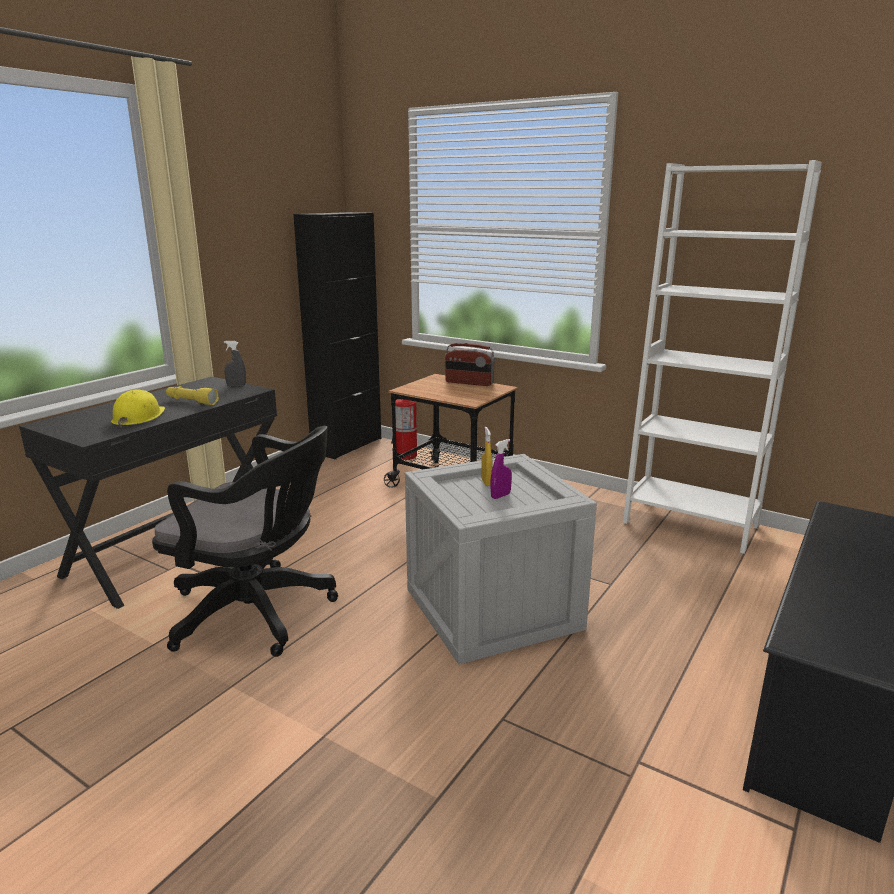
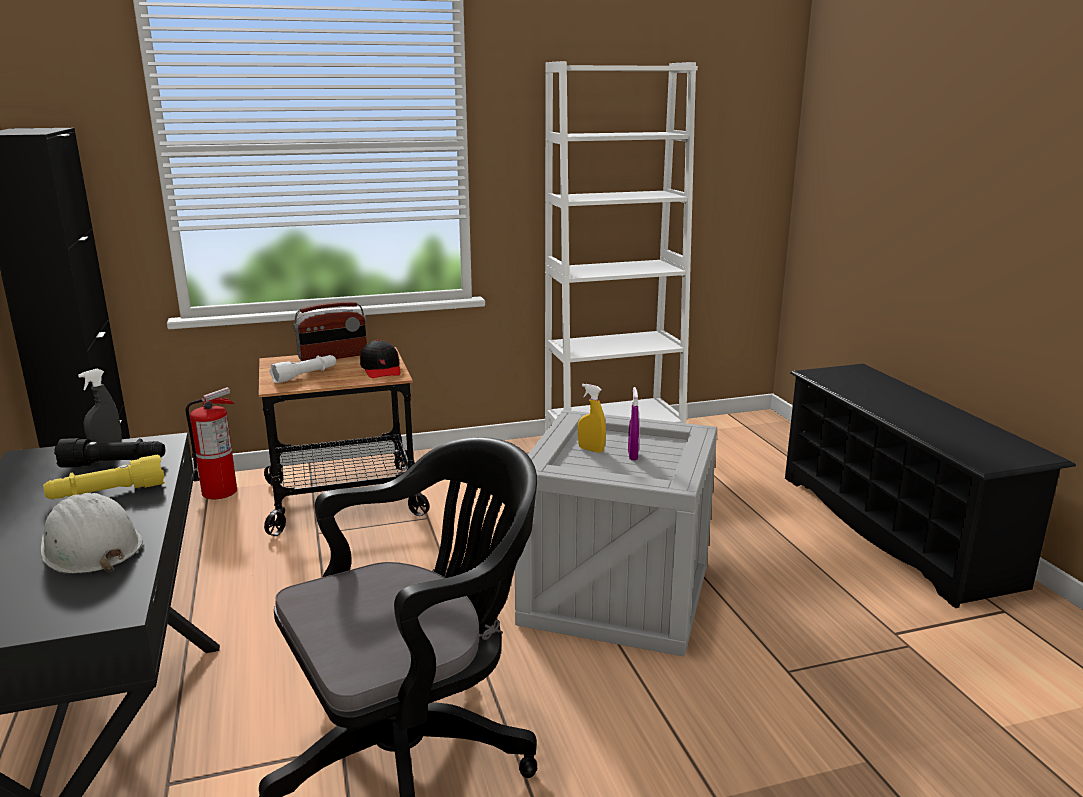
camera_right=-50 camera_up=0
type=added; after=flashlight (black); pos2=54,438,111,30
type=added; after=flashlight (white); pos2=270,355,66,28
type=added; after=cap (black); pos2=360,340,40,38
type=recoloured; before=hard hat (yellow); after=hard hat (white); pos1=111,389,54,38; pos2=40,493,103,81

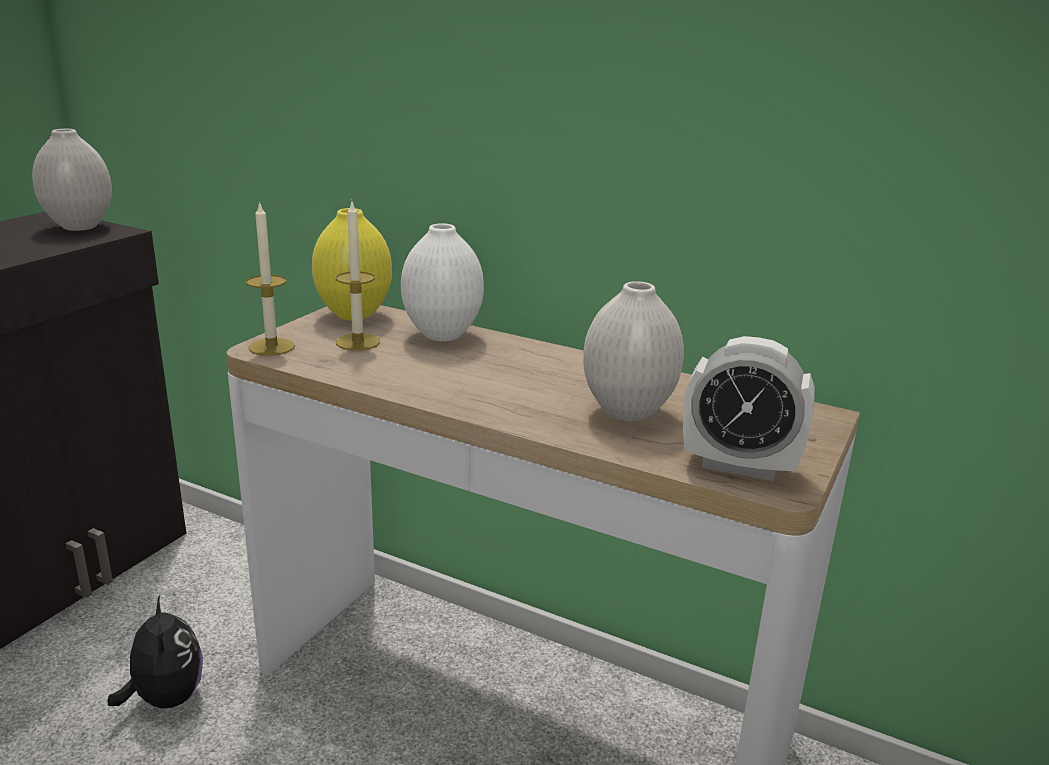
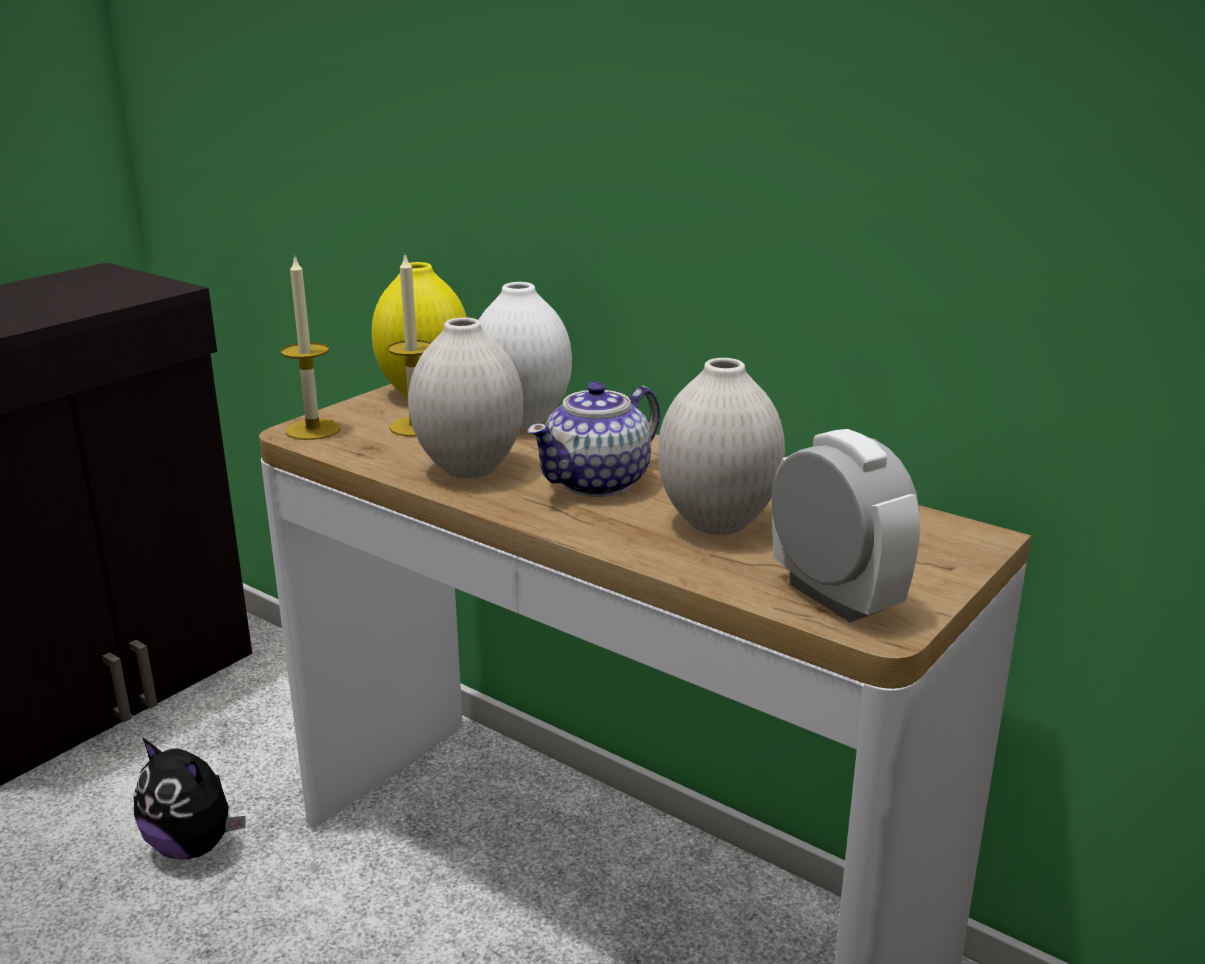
camera_right=10 camera_up=0
type=added; after=teapot; pos2=527,381,133,116
type=moved; before=vase (white); pos1=32,129,80,102; pos2=409,317,114,161
type=turned; before=plush toy; pos1=108,595,95,114; pos2=134,738,112,121; turn=135
type=turned; before=alarm clock; pos1=683,336,132,145; pos2=772,429,148,193; turn=-150

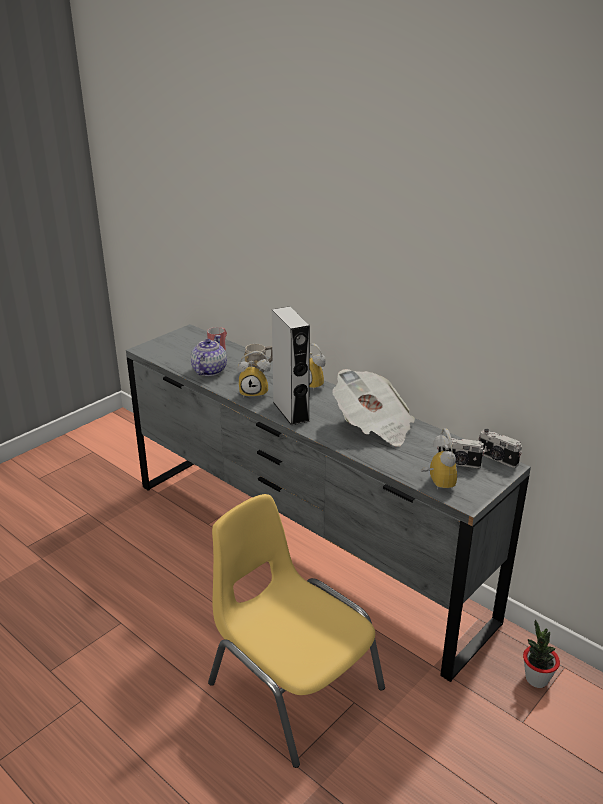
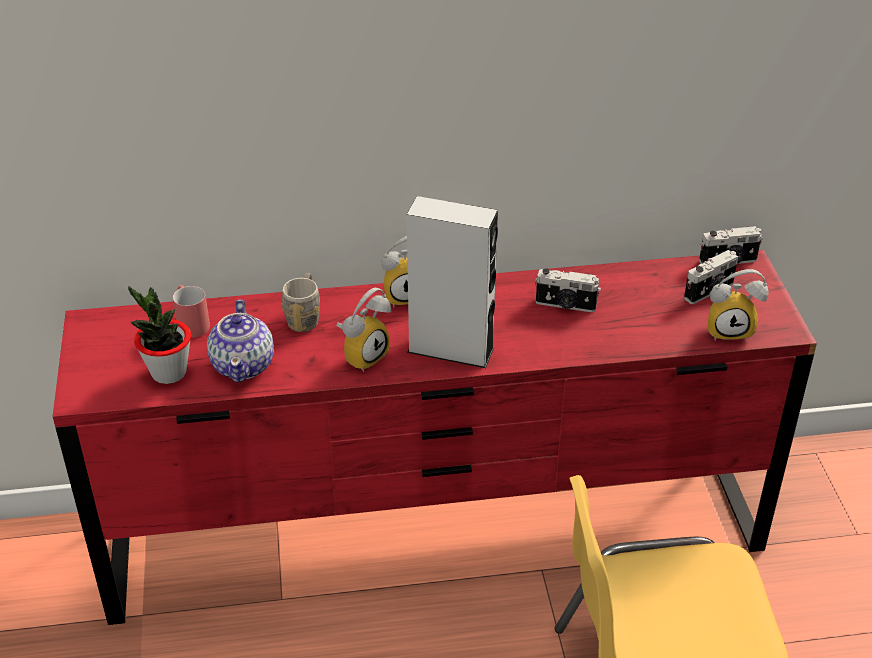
camera_right=-50 camera_up=10
type=moved; before=potted plant; pos1=523,620,37,68; pos2=128,286,63,98
type=replaced; before=newspaper; after=photo camera; pos1=332,369,83,77; pos2=535,268,66,44
type=recoloured; before=dresser (grey); after=dresser (red); pos1=126,324,405,358; pos2=53,250,764,375
type=turned; before=teapot; pos1=191,335,36,41; pos2=207,299,67,84; turn=-150
type=turned; before=alarm clock; pos1=421,428,36,61; pos2=708,269,61,72; turn=150

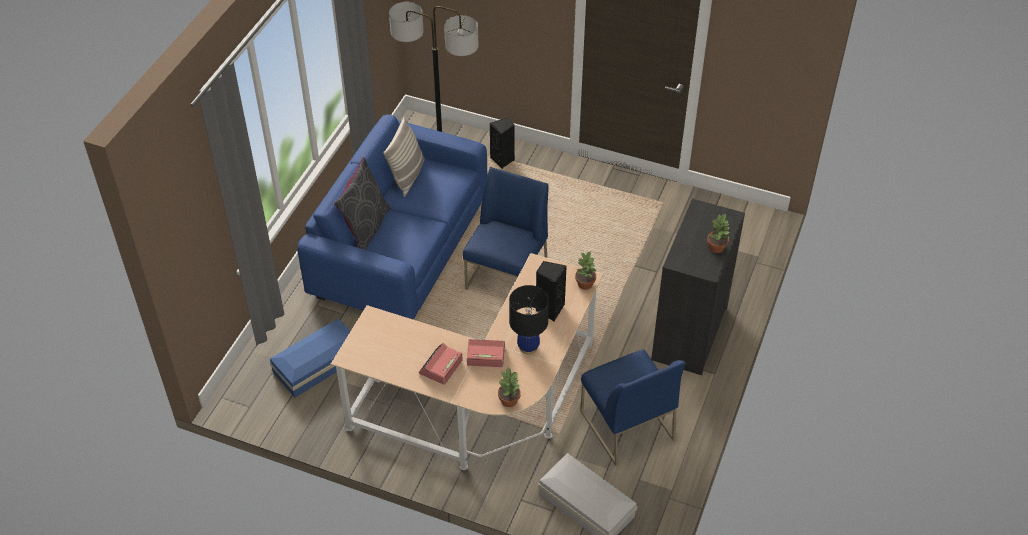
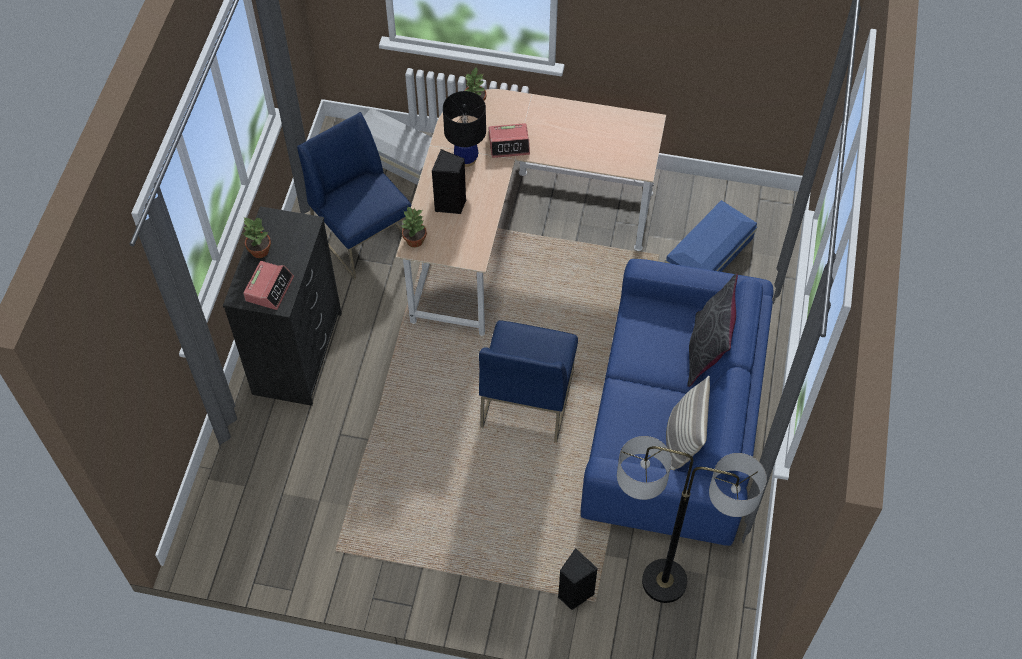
camera_right=170 camera_up=10
type=moved; before=alarm clock; pos1=419,343,44,42; pos2=243,261,51,49

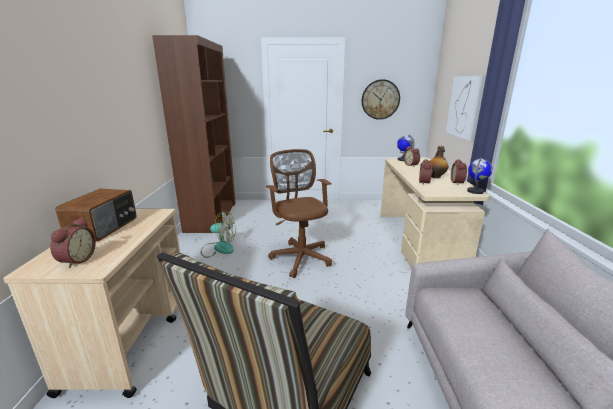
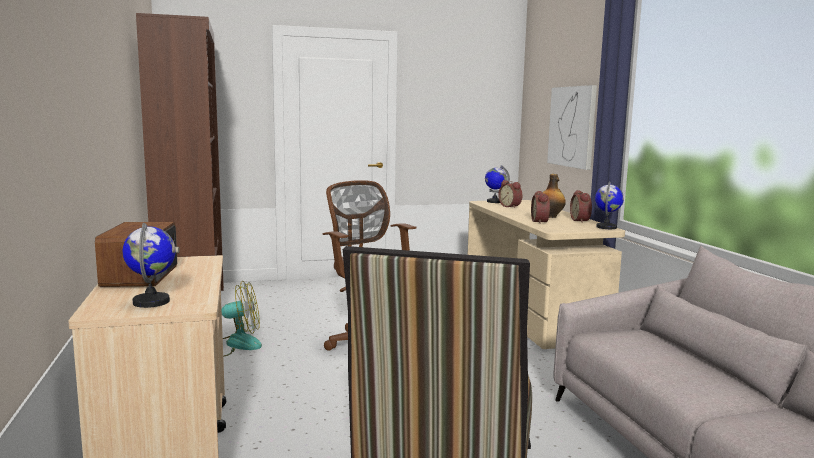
camera_right=-15 camera_up=-10
type=removed; before=wall clock; pos1=362,79,38,41
type=replaced; before=alarm clock; after=globe; pos1=50,218,46,50; pos2=122,223,54,85

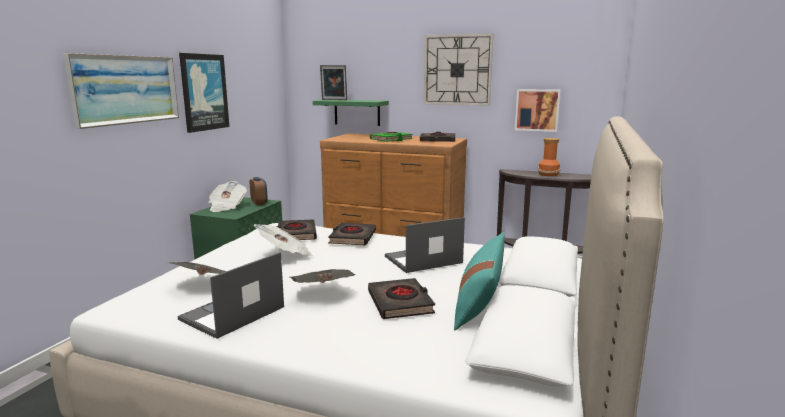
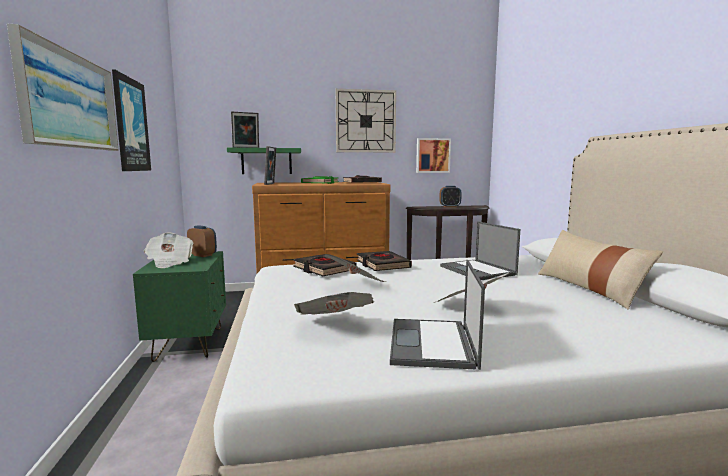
camera_right=-30 camera_up=-5
type=removed; before=book (black); pos1=368,278,67,41
type=added; after=picture frame; pos2=264,146,12,39
type=replaced; before=vase; after=alarm clock; pos1=538,138,22,38; pos2=439,186,23,21
type=recoloured; before=pillow (turquoise); after=pillow (beige); pos1=454,232,51,98; pos2=538,230,125,80
type=turned; before=laptop; pos1=385,217,80,56; pos2=440,221,80,59; turn=-60

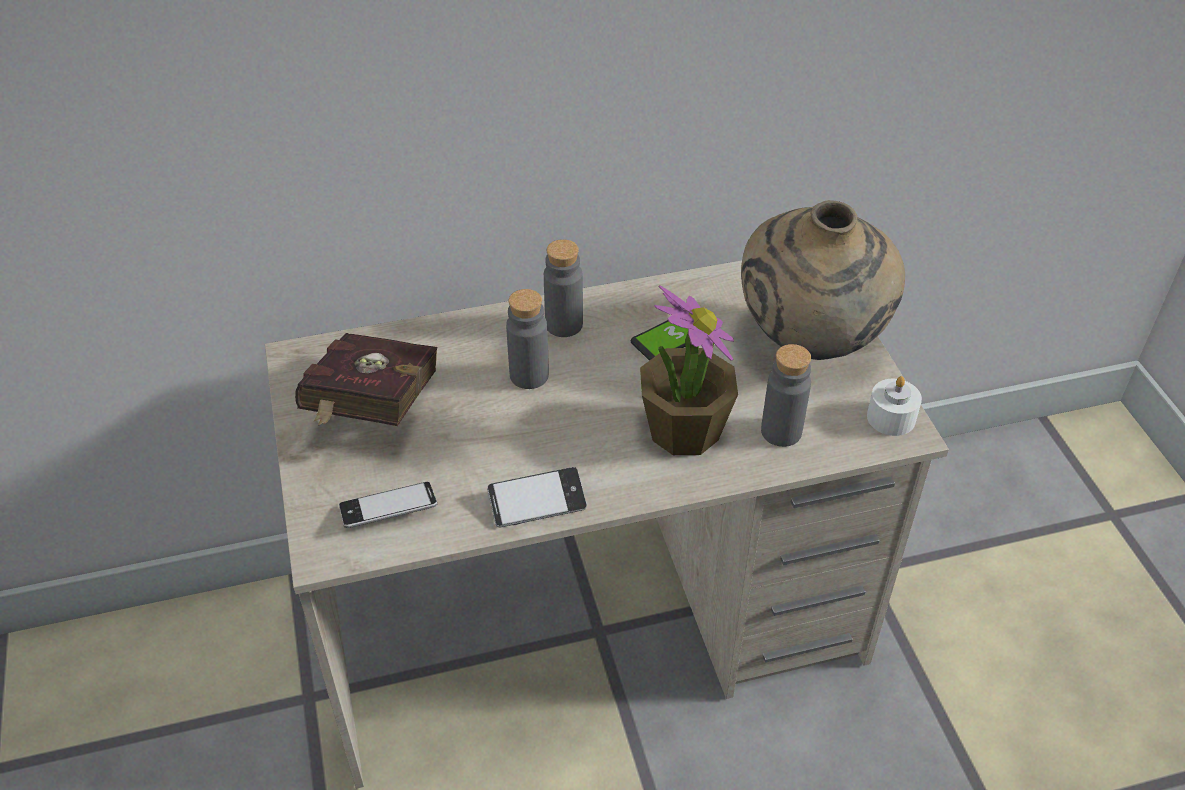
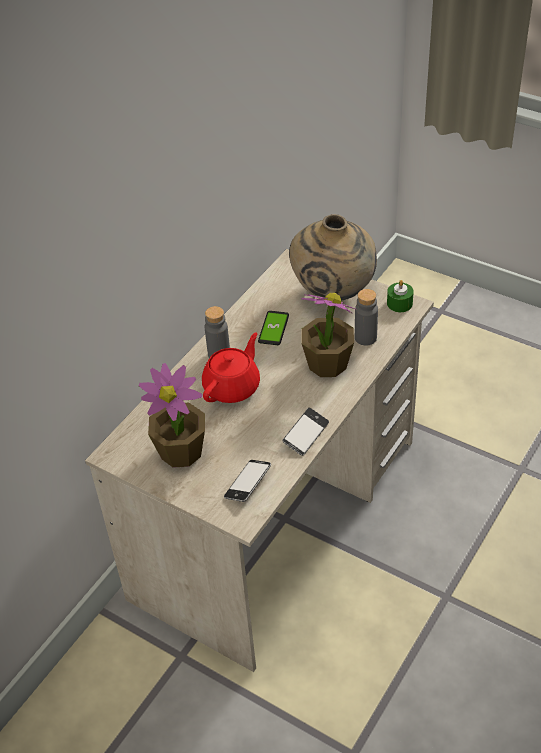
camera_right=-40 camera_up=0
type=replaced; before=book (red); after=potted plant; pos1=295,333,142,93; pos2=139,363,66,105
type=replaced; before=bottle (grey); after=teapot (red); pos1=506,289,43,100; pos2=202,332,58,71
type=recoloured; before=candle (white); after=candle (green); pos1=867,376,55,60; pos2=387,280,27,32

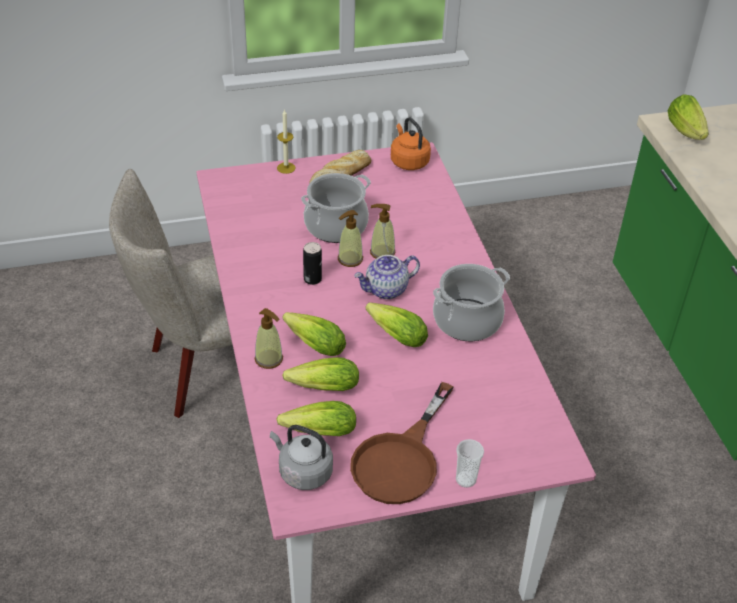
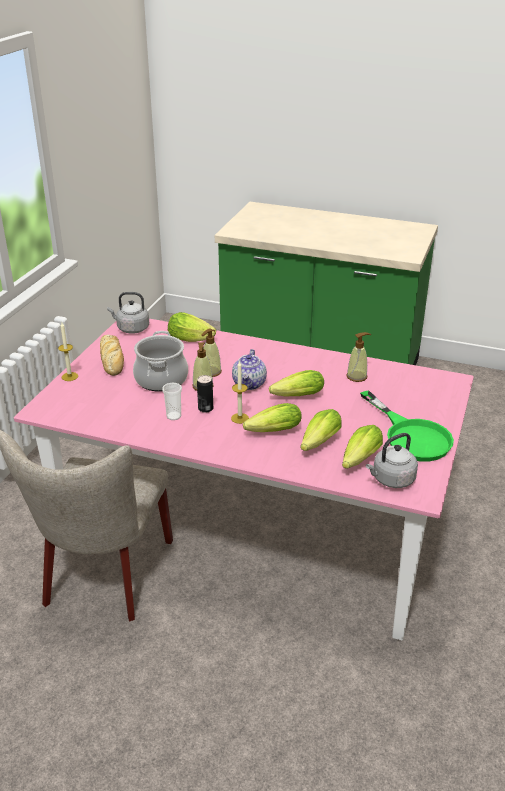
camera_right=-55 camera_up=-10
type=removed; before=cooking pot; pos1=433,264,77,77
type=added; after=candle; pos2=231,361,18,63
type=moved; before=soap dispenser; pos1=255,308,28,61; pos2=346,332,25,50
type=moved; before=cup; pos1=456,439,28,49; pos2=162,383,20,37
type=moved; before=lettuce; pos1=667,94,42,46; pos2=168,312,48,30
type=recoloured; before=frying pan (brown); after=frying pan (green); pos1=350,382,104,122; pos2=360,390,94,72
type=recoloured; before=kettle (orange); after=kettle (grey); pos1=391,117,40,53; pos2=107,292,42,42

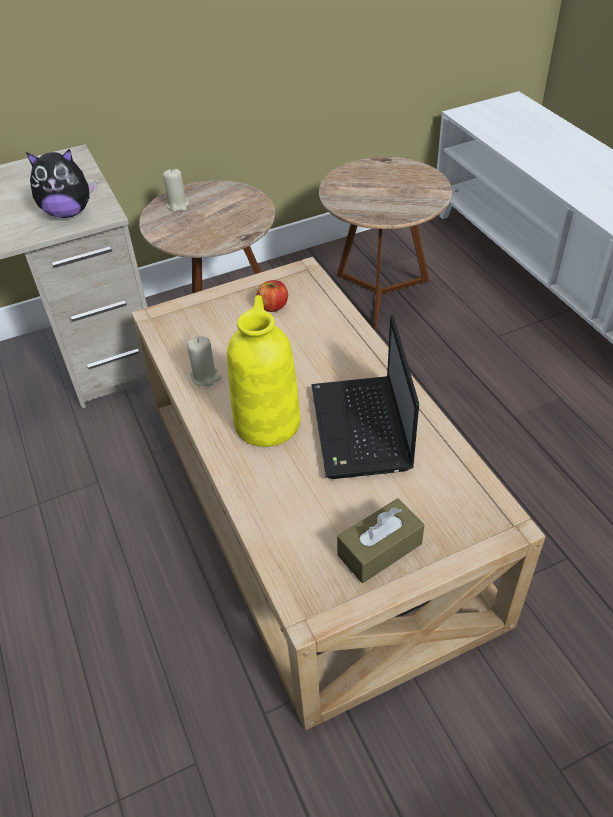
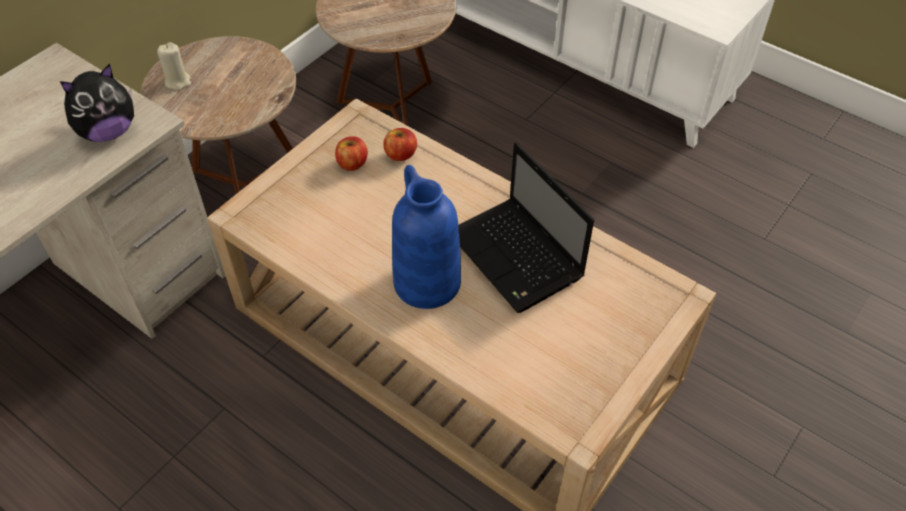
camera_right=-30 camera_up=5
type=removed; before=candle (beige); pos1=187,336,34,50
type=removed; before=tissue box (brown); pos1=337,498,87,85
type=added; after=apple; pos2=383,128,34,33
type=recoloured; before=vase (yellow); after=vase (blue); pos1=227,295,74,152; pos2=392,165,69,144

